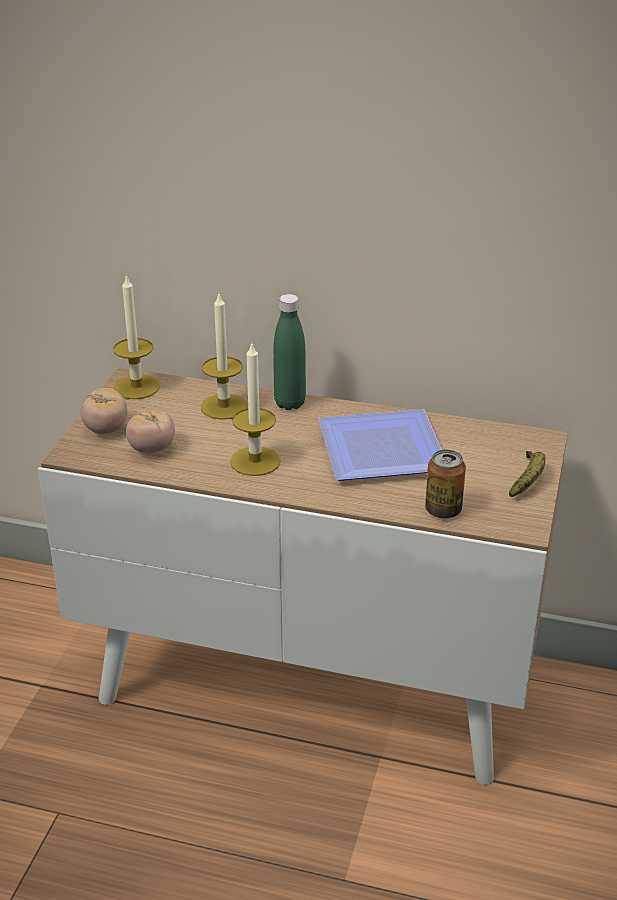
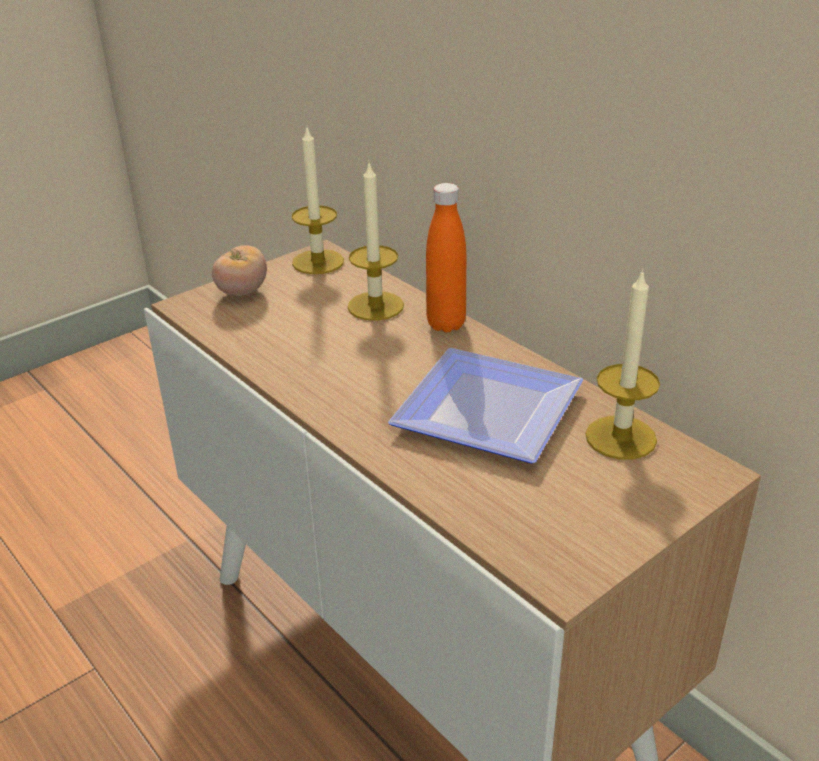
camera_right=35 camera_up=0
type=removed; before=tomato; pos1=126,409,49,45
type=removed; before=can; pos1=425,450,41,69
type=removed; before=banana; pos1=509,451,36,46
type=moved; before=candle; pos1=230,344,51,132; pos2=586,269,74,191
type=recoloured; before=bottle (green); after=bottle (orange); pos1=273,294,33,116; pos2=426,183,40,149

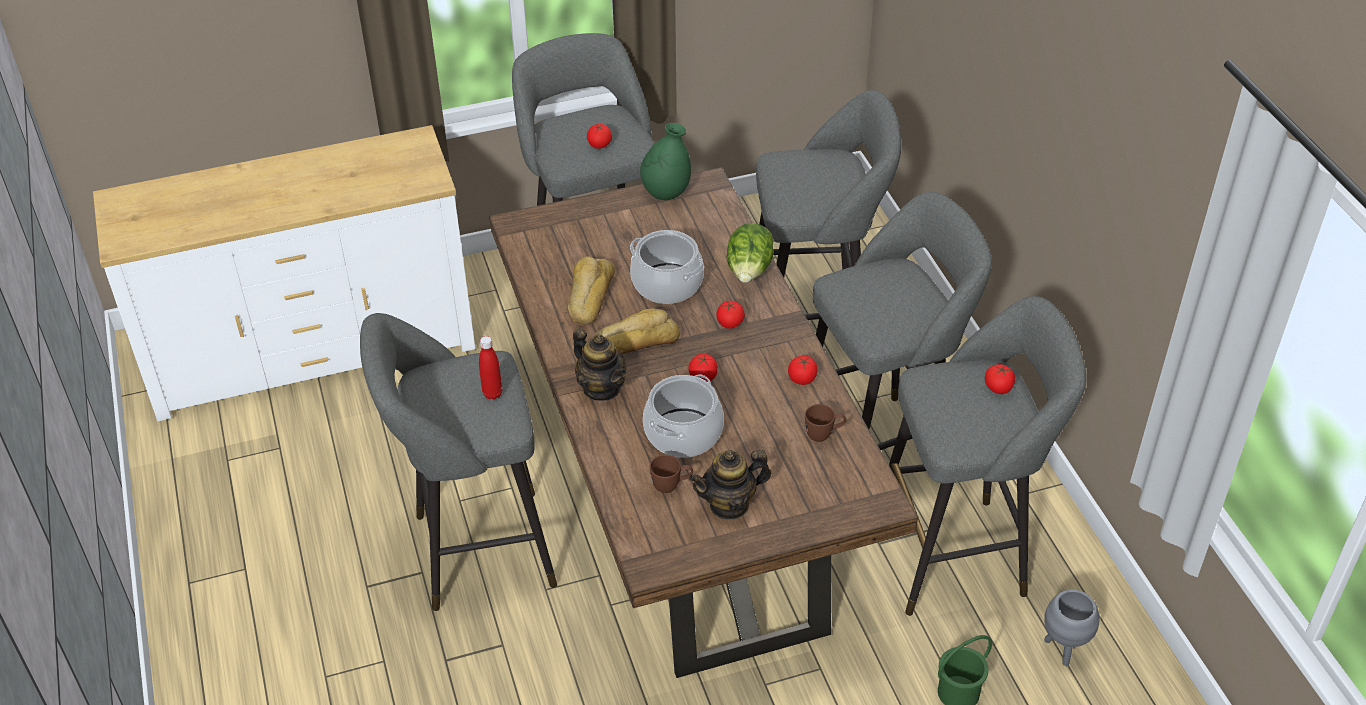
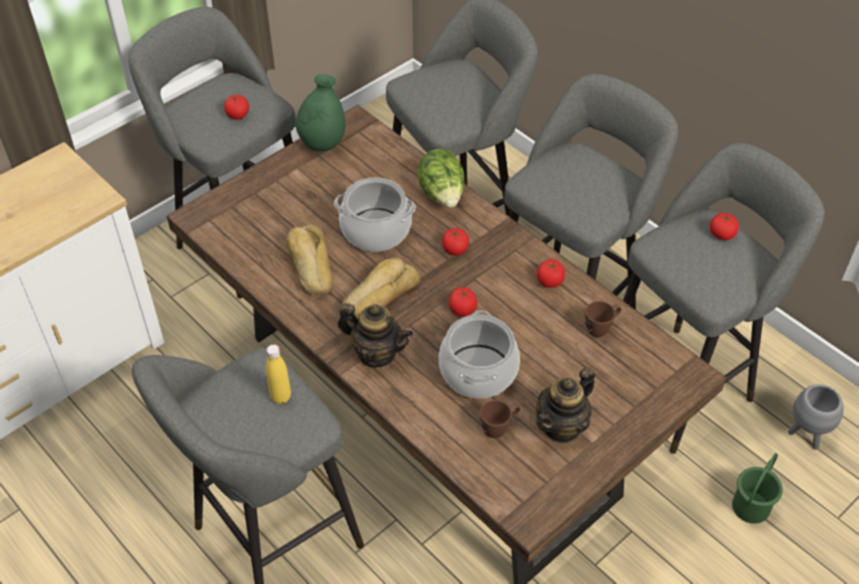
camera_right=-25 camera_up=5
type=recoloured; before=bottle (red); after=bottle (yellow); pos1=479,336,23,64; pos2=266,344,25,60

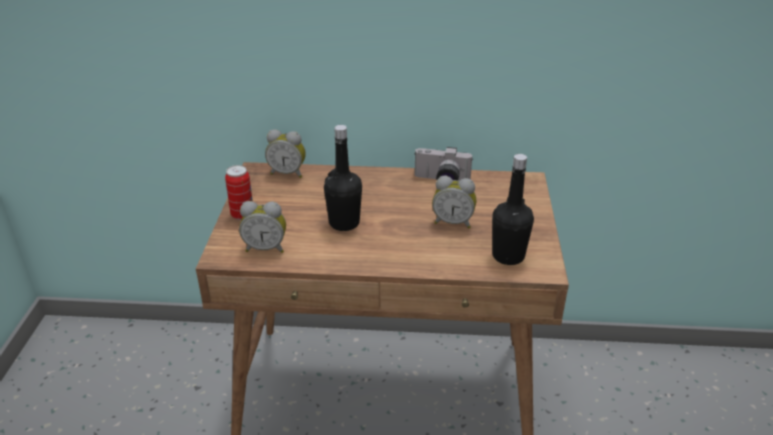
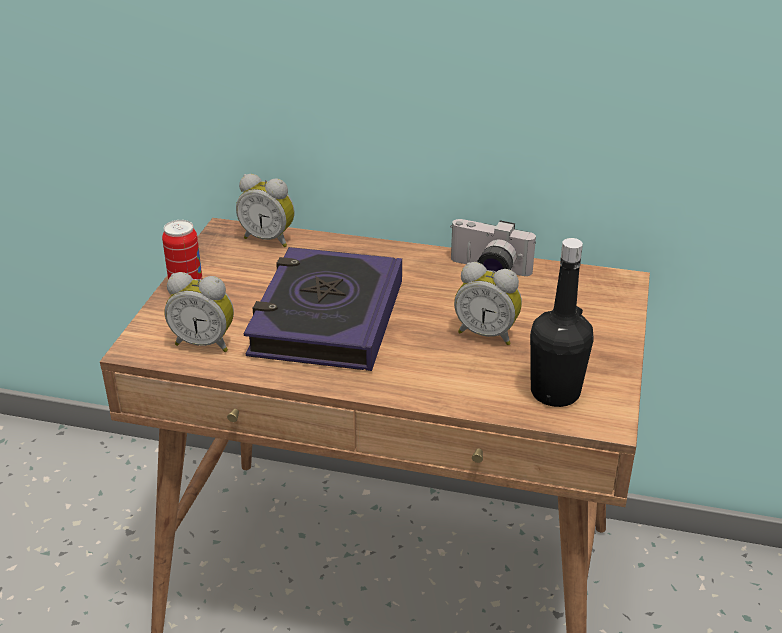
camera_right=10 camera_up=0
type=replaced; before=bottle (black); after=book; pos1=324,125,38,106; pos2=244,247,158,124

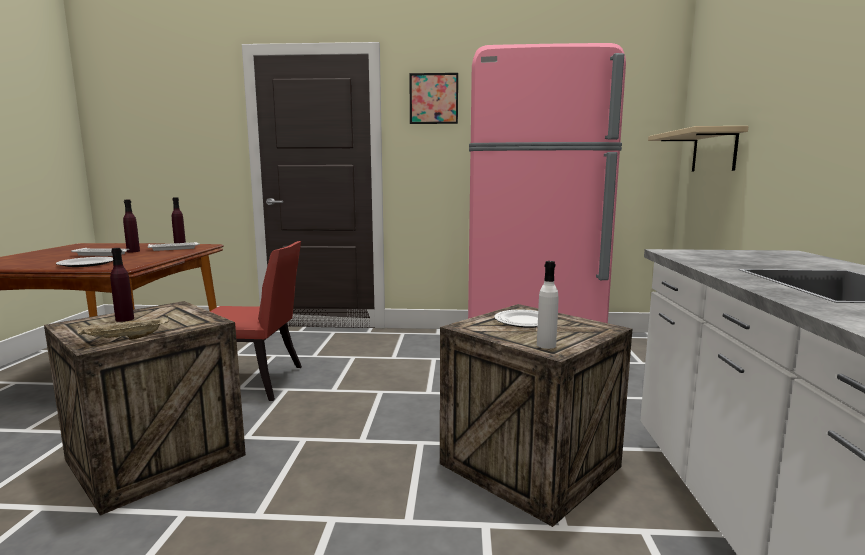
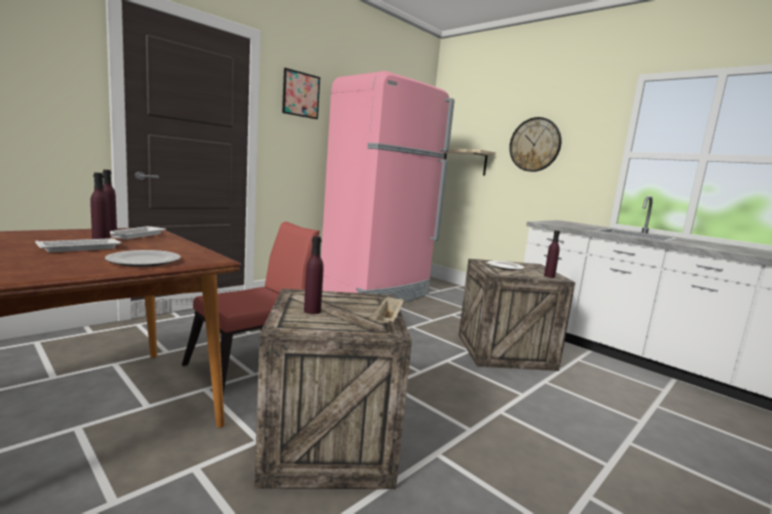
camera_right=-50 camera_up=0
type=added; after=wall clock; pos2=509,117,53,55
type=recoloured; before=bottle (white); after=bottle (purple); pos1=537,261,21,88; pos2=544,230,16,48

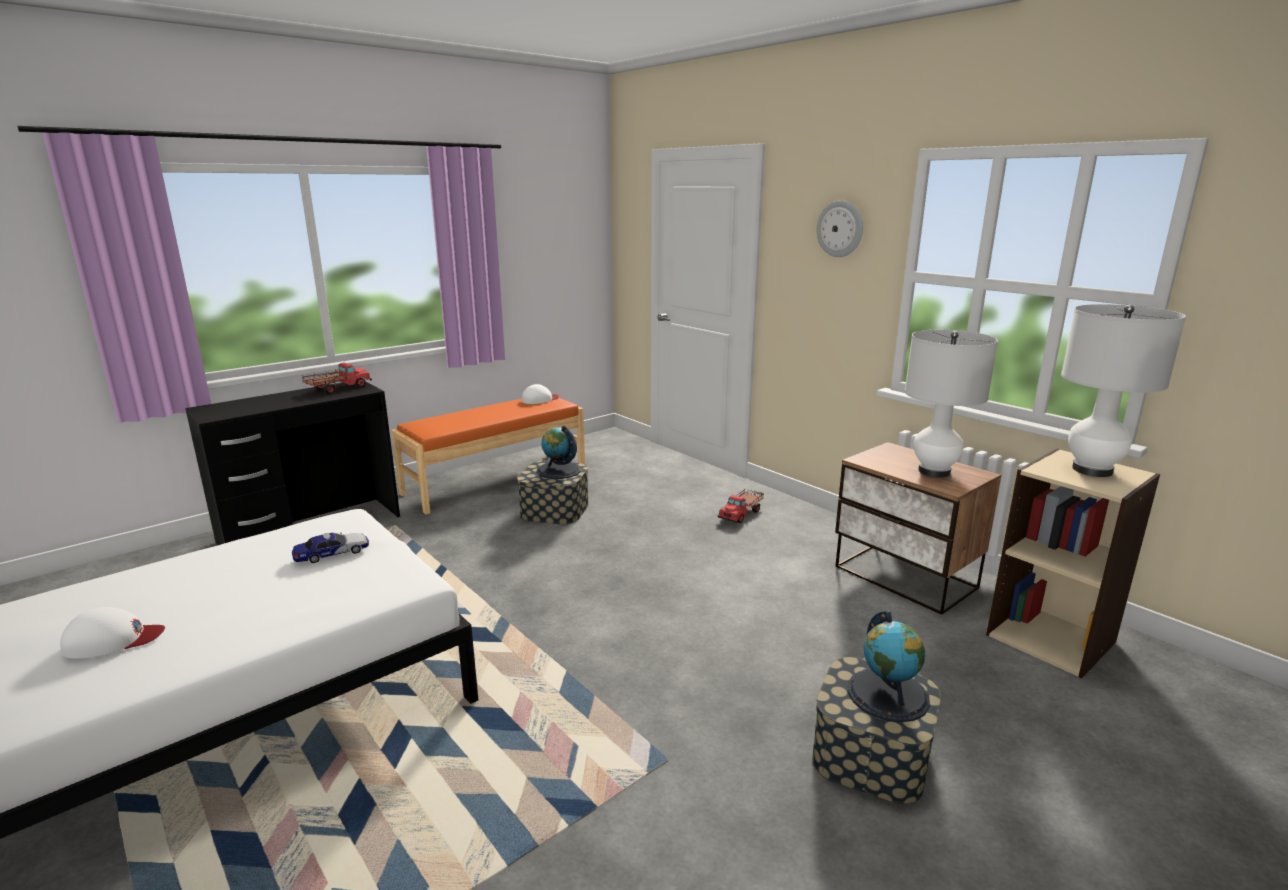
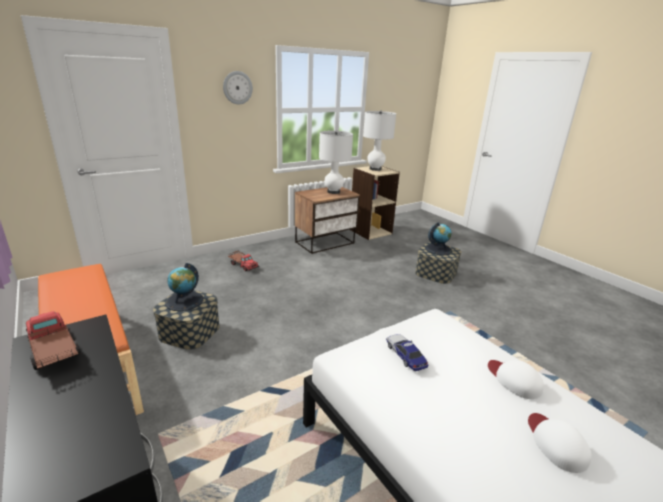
camera_right=-85 camera_up=5
type=moved; before=cap (white); pos1=522,384,37,20; pos2=488,360,56,39

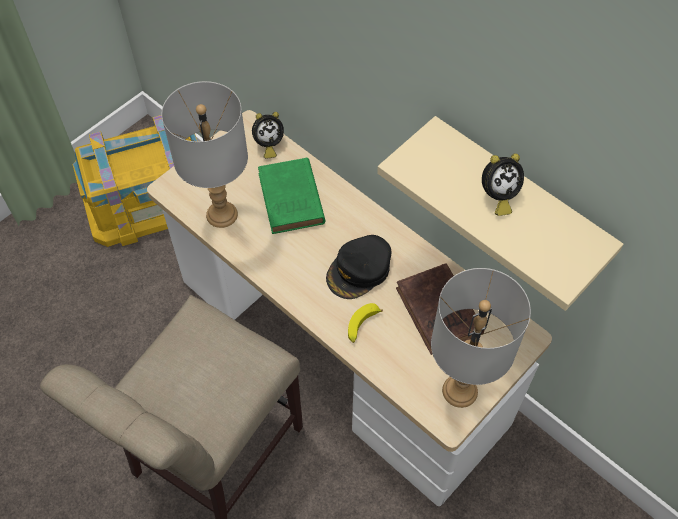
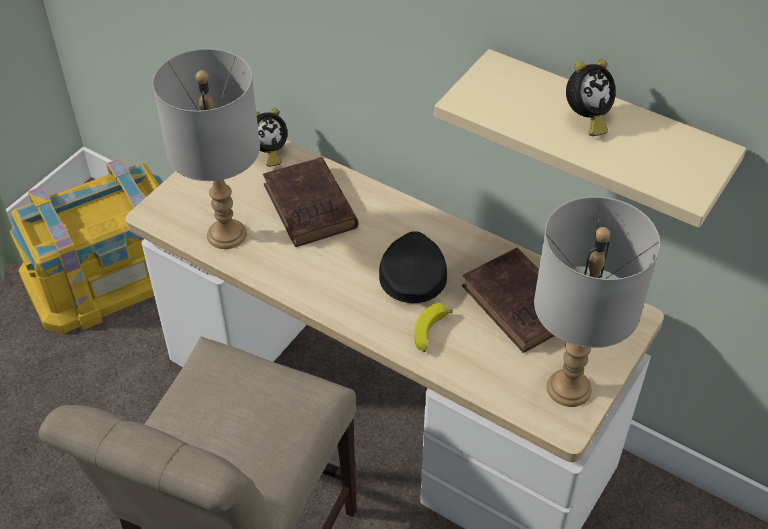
camera_right=-10 camera_up=-10
type=recoloured; before=book (green); after=book (brown); pos1=258,158,67,76; pos2=263,157,95,90
type=turned; before=cap (black); pos1=326,235,65,64; pos2=379,231,68,72; turn=150

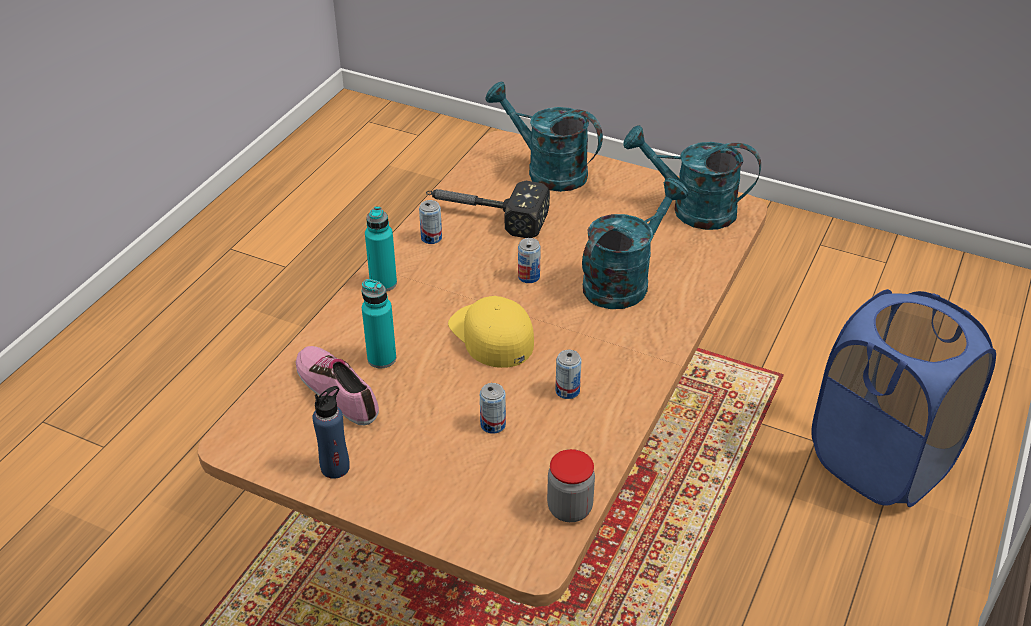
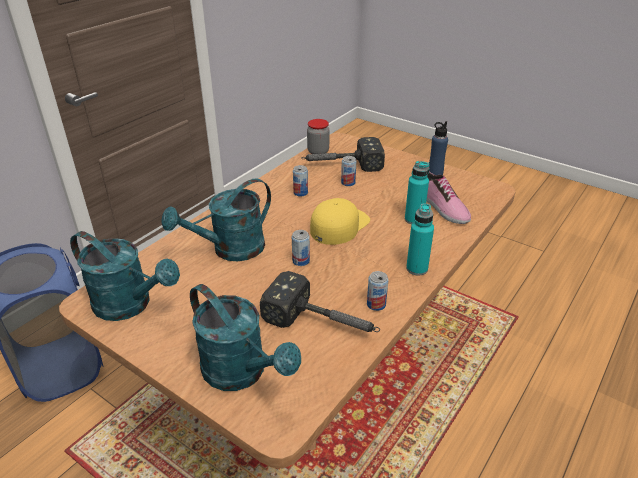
camera_right=-170 camera_up=-5
type=added; after=hammer; pos2=301,137,84,35
type=turned; before=cap (yellow); pos1=448,296,86,72; pos2=310,198,60,47; turn=-120

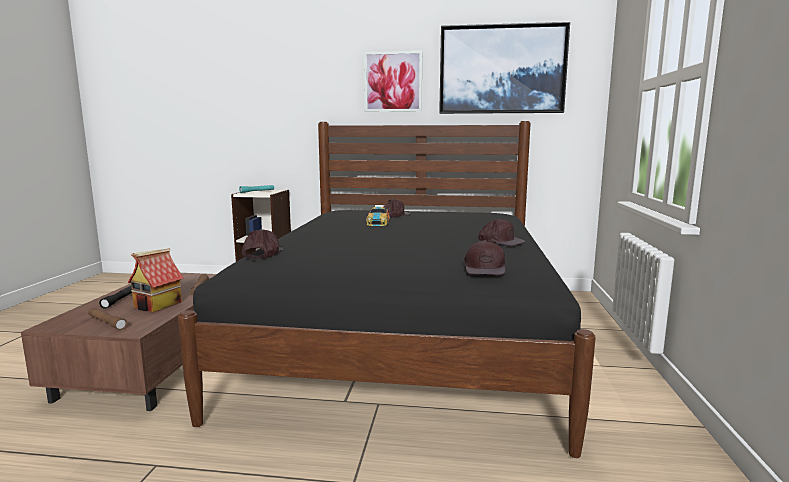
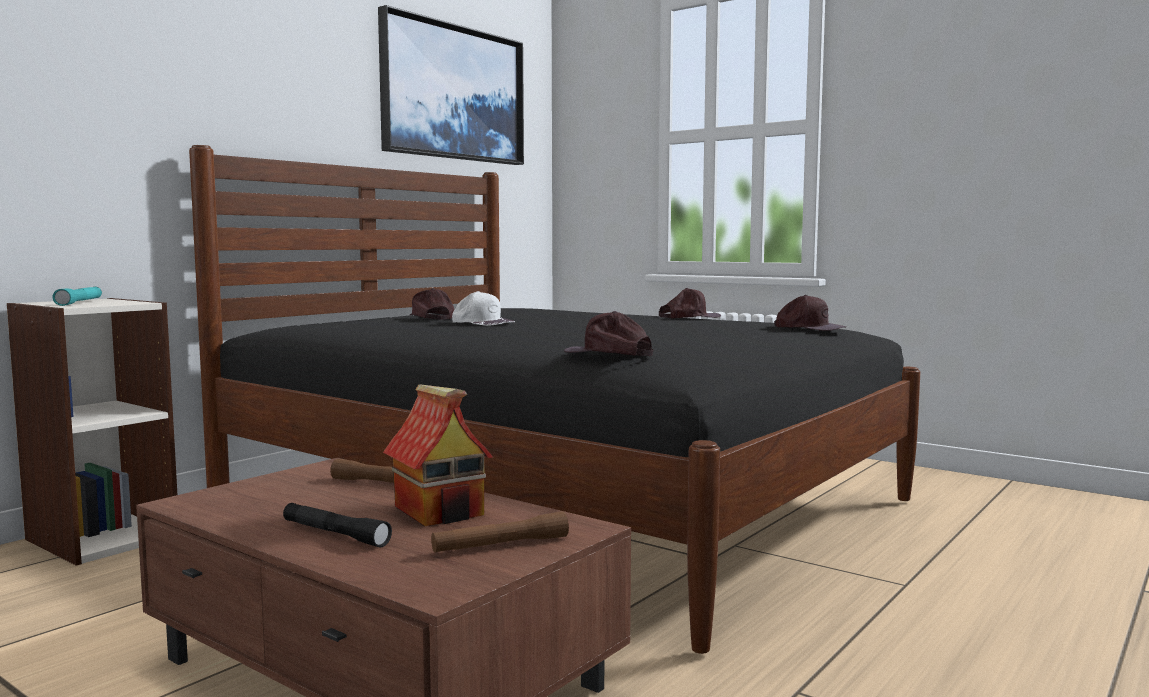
camera_right=-60 camera_up=-5
type=removed; before=picture; pos1=364,51,58,61
type=replaced; before=toy car; after=cap (white); pos1=366,207,24,19; pos2=452,291,63,35

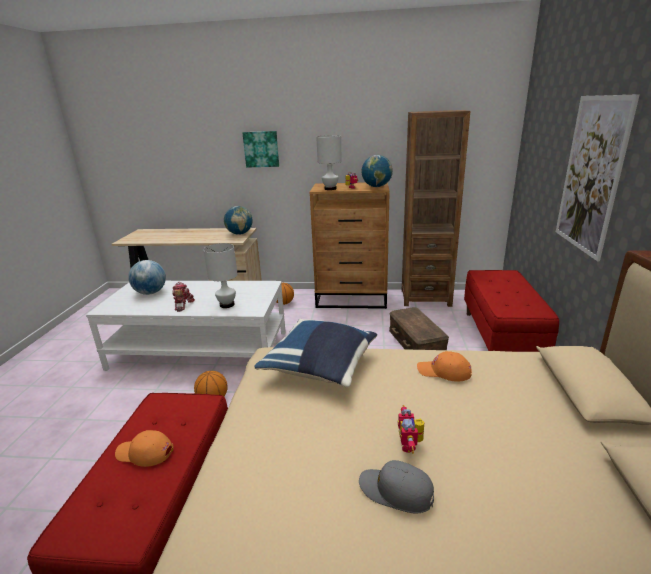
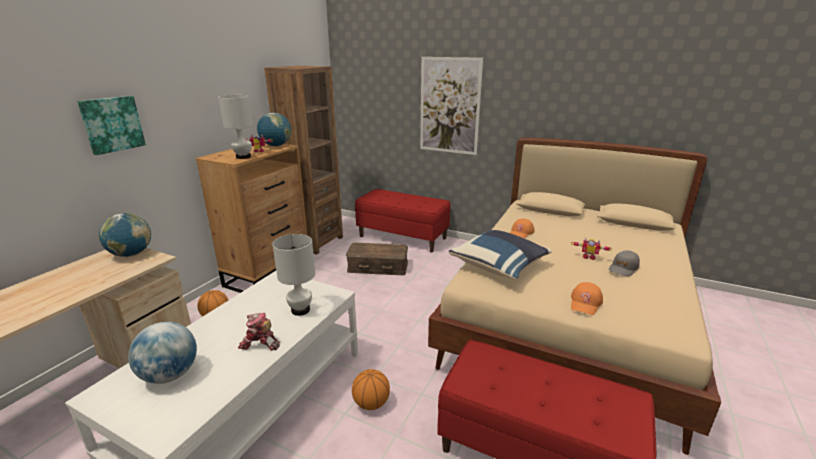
camera_right=-70 camera_up=0
type=moved; before=cap (orange); pos1=115,430,59,37; pos2=571,282,32,33

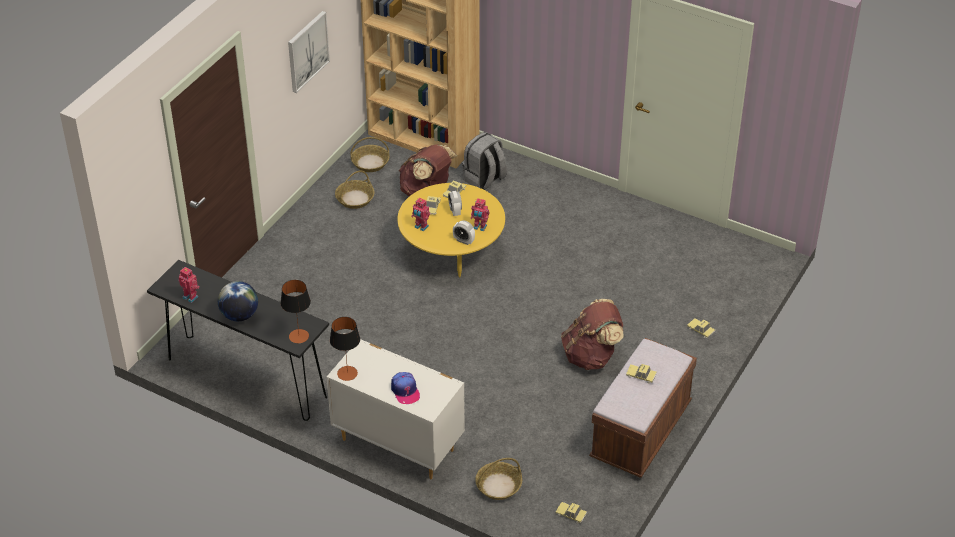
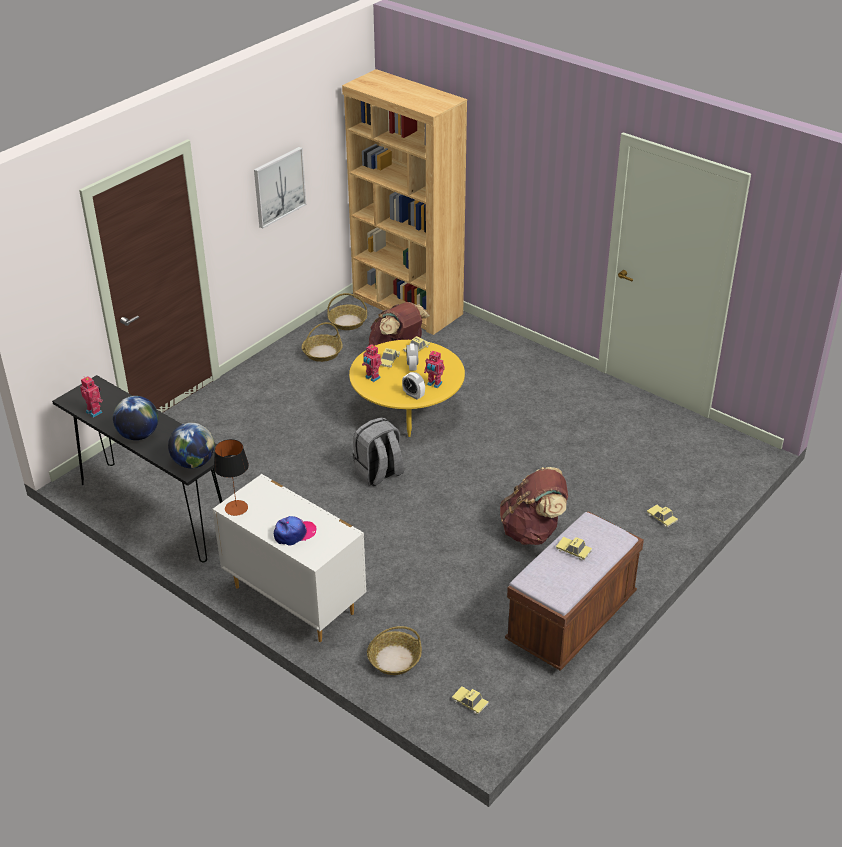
camera_right=10 camera_up=-5
type=moved; before=backpack (grey); pos1=462,132,45,58; pos2=352,417,52,69
type=replaced; before=table lamp; after=globe; pos1=280,280,31,63; pos2=168,423,47,45
type=turned; before=cap; pos1=391,372,29,32; pos2=274,516,43,30; turn=-105

